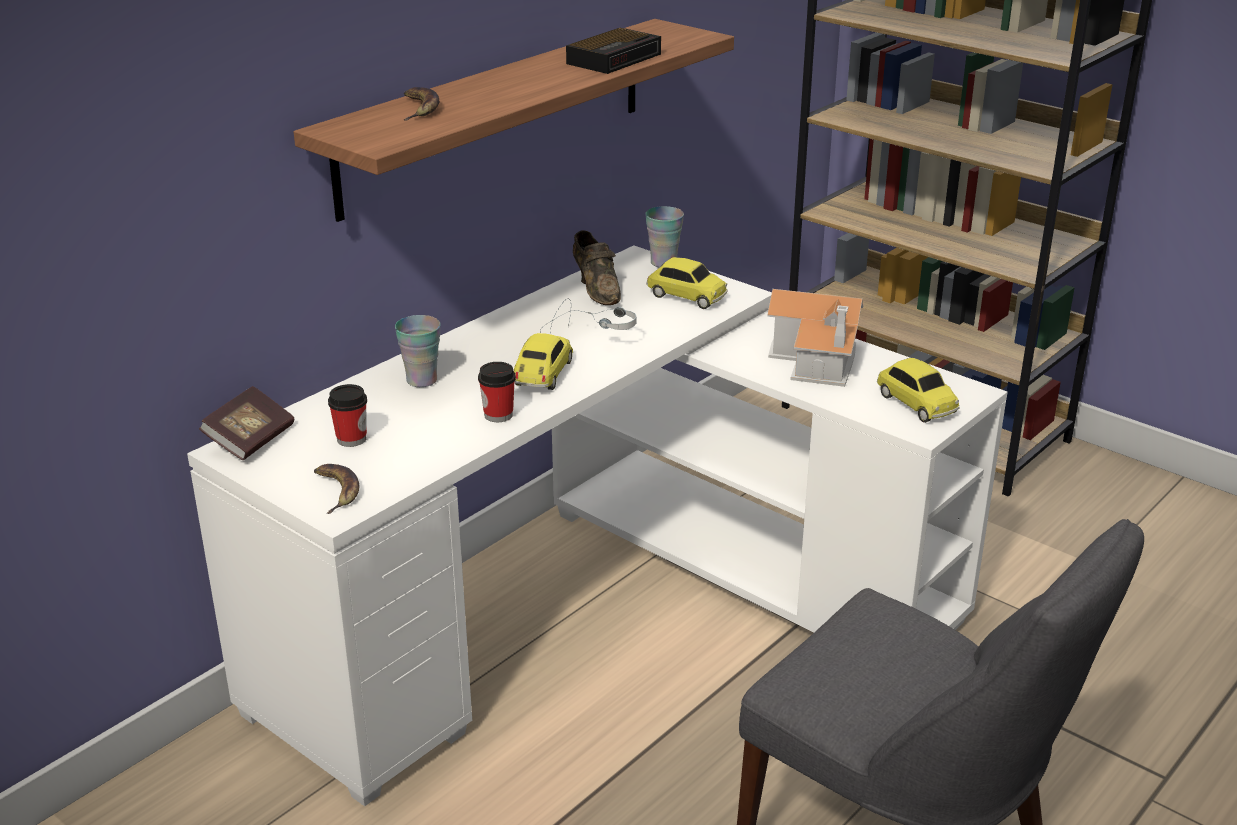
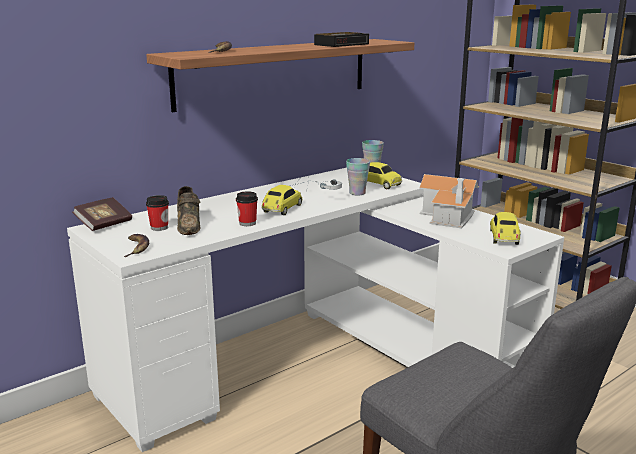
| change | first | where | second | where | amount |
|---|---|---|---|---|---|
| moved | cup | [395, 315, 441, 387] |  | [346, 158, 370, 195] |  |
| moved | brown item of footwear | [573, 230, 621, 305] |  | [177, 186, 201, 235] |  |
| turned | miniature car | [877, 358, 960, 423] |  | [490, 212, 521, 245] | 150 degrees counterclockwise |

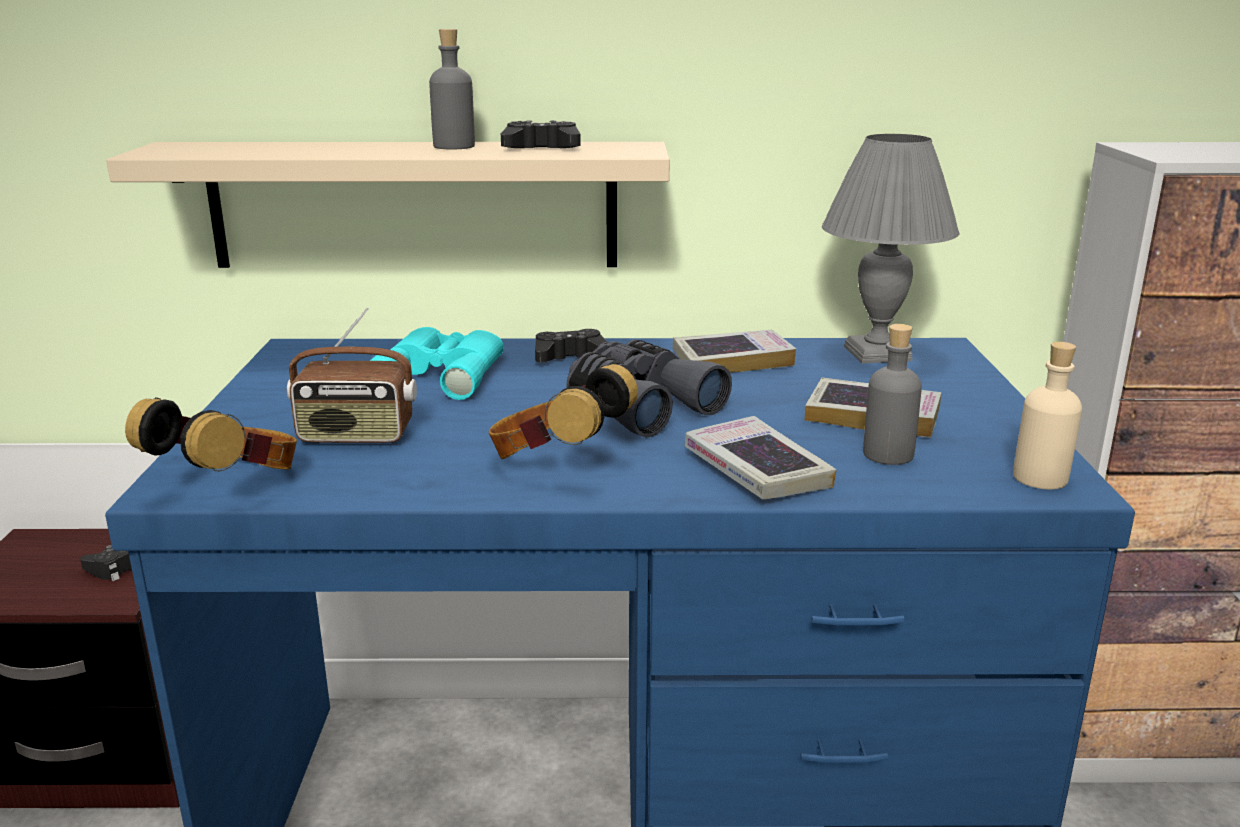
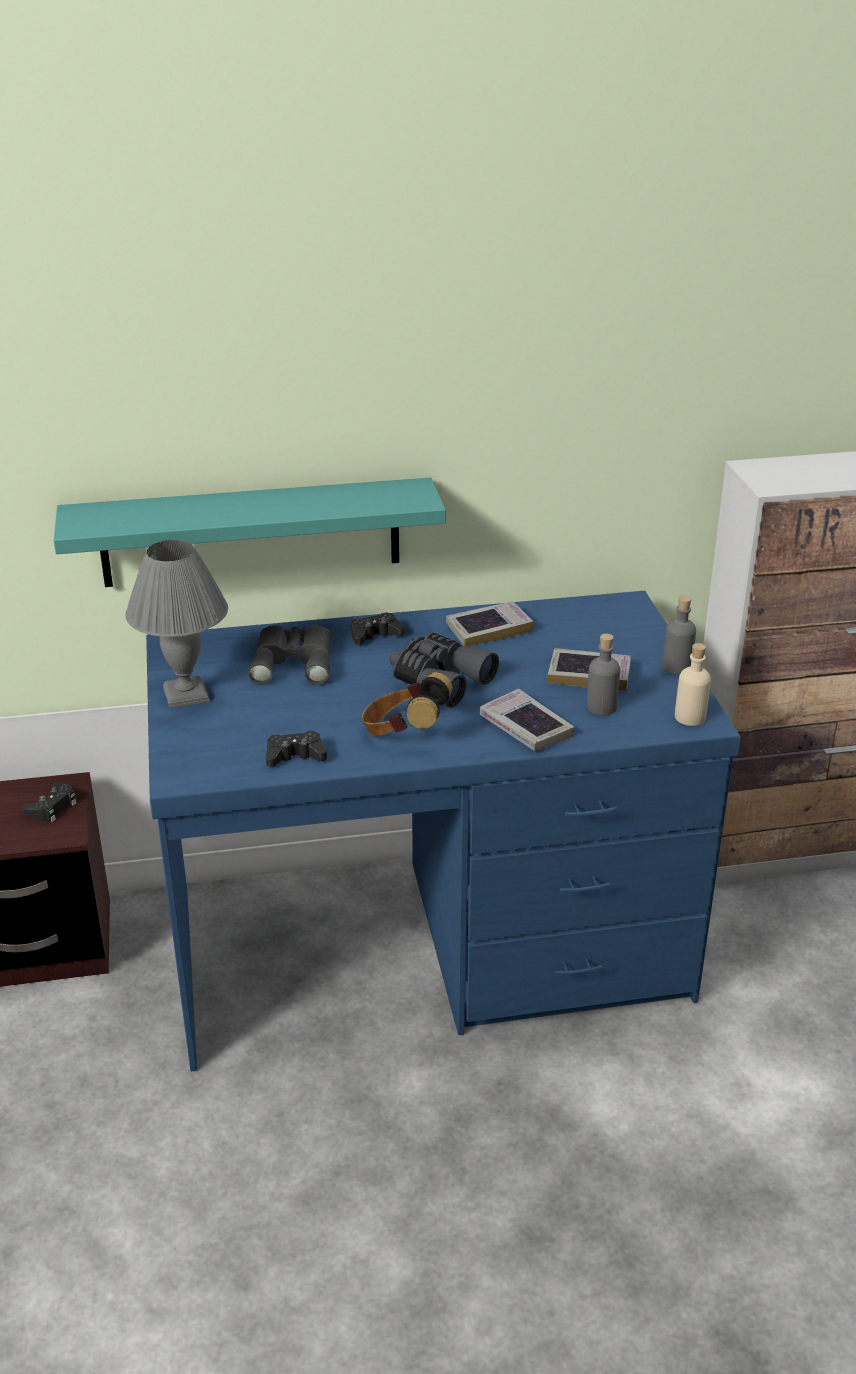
| change | first | where | second | where | amount |
|---|---|---|---|---|---|
| recoloured | sand-coloured shelf | [106, 142, 670, 268] | blue-green shelf | [54, 477, 446, 587] |  |
| removed | pair of headphones | [125, 397, 297, 471] |  |  |  |
| removed | radio | [287, 307, 417, 443] |  |  |  |
| recoloured | blue-green binoculars | [370, 327, 504, 400] | greyish binoculars | [248, 625, 331, 685] |  |
| moved | greyish beverage bottle | [429, 29, 475, 149] |  | [662, 596, 696, 675] |  |
| moved | black-coloured game controller | [501, 120, 581, 148] |  | [266, 731, 327, 767] |  |
| moved | greyish tabletop lamp | [822, 134, 960, 364] |  | [125, 540, 228, 709] |  |

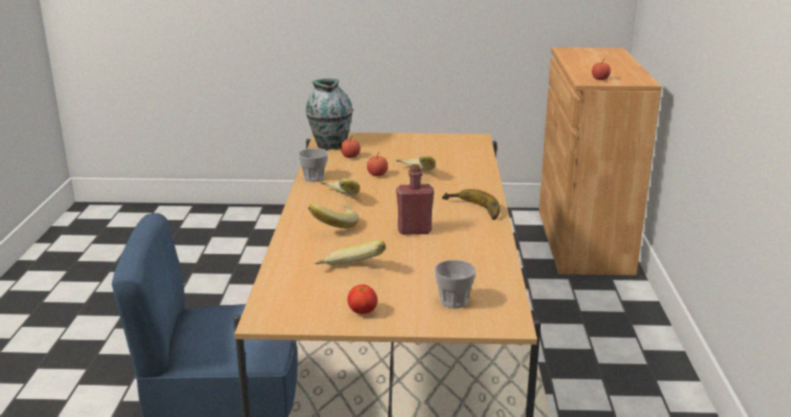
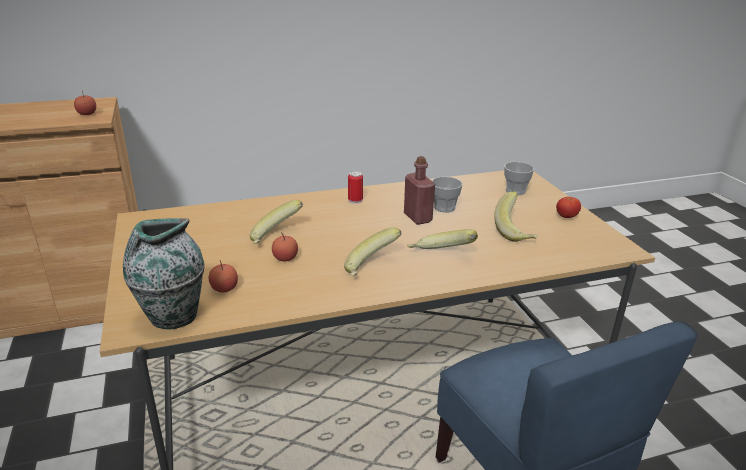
| change | first | where | second | where | amount |
|---|---|---|---|---|---|
| moved | cup | [298, 148, 328, 182] |  | [432, 177, 463, 213] |  |
| replaced | whole banana | [442, 189, 500, 220] | can | [348, 171, 363, 204] |  |

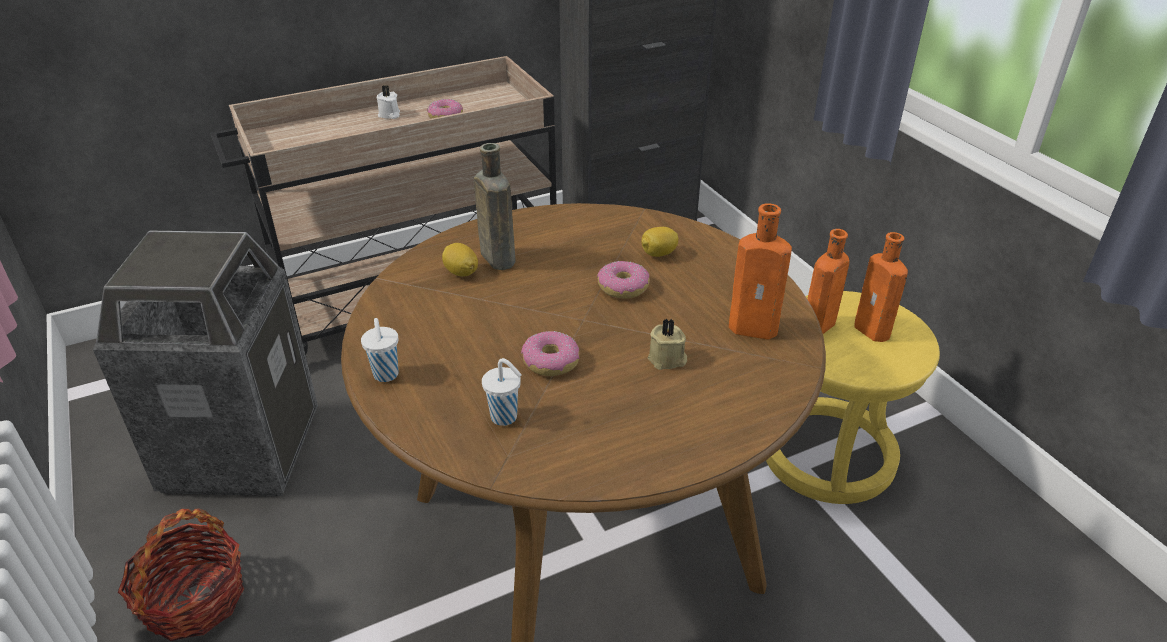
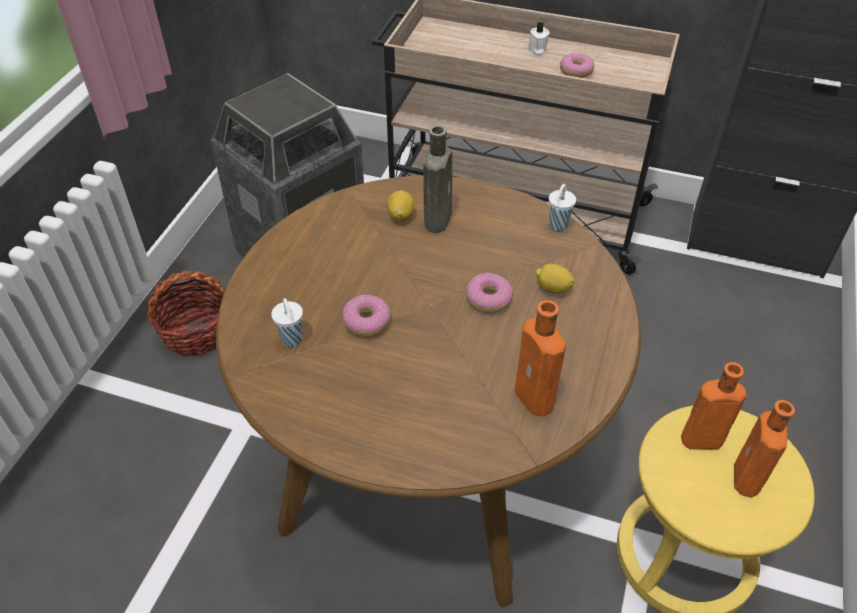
| change | first | where | second | where | amount |
|---|---|---|---|---|---|
| moved | white-coloured cup | [361, 318, 399, 382] |  | [549, 184, 576, 231] |  |
| removed | sand-coloured wax candle | [648, 318, 687, 370] |  |  |  |

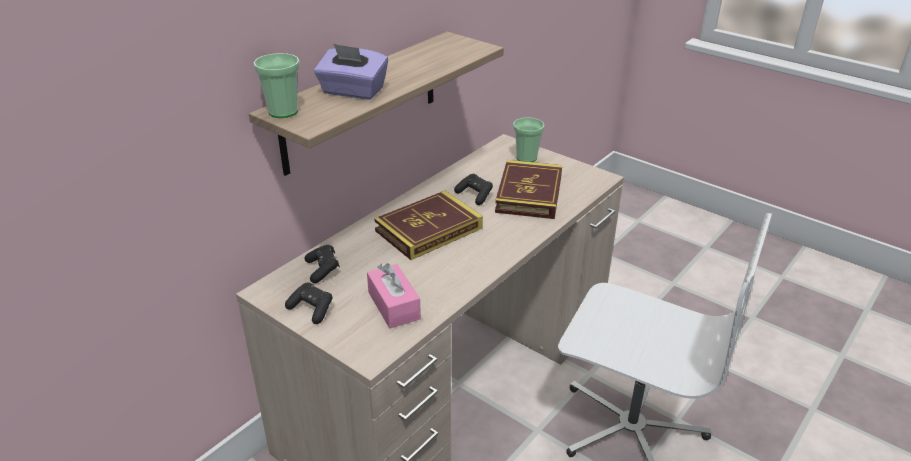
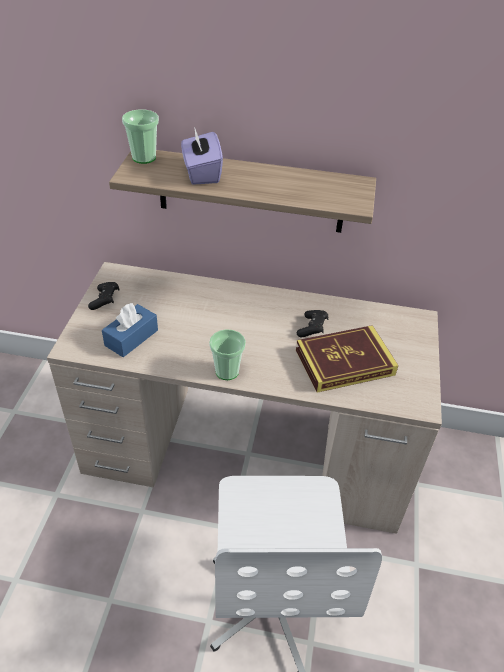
| change | first | where | second | where | amount |
|---|---|---|---|---|---|
| removed | black-coloured game controller | [304, 245, 340, 283] |  |  |  |
| recoloured | pink-coloured tissue box | [367, 263, 421, 328] | bluish tissue box | [102, 303, 158, 357] |  |
| removed | bound book | [374, 191, 483, 260] |  |  |  |
| moved | cup | [513, 117, 545, 162] |  | [209, 329, 246, 380] |  |

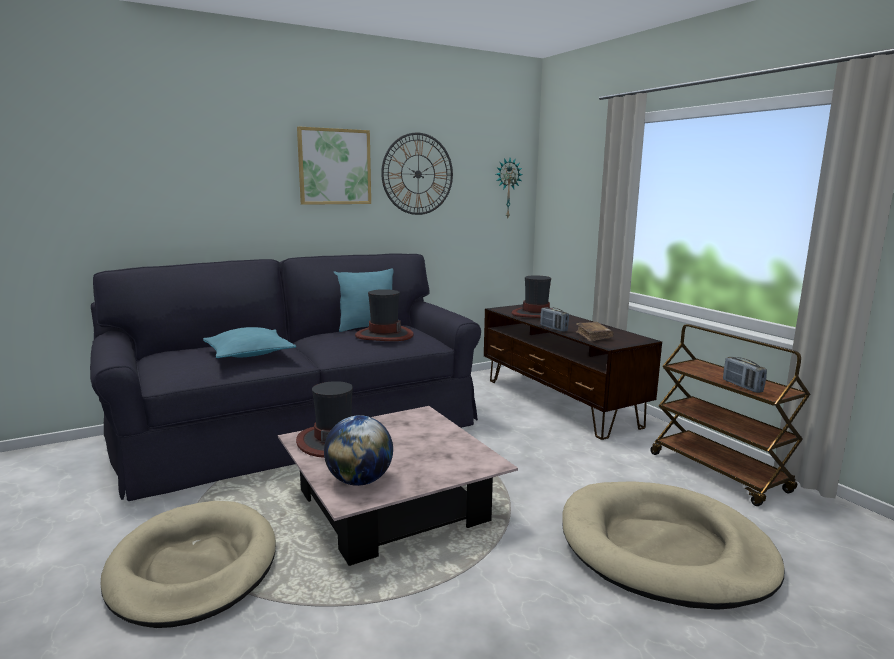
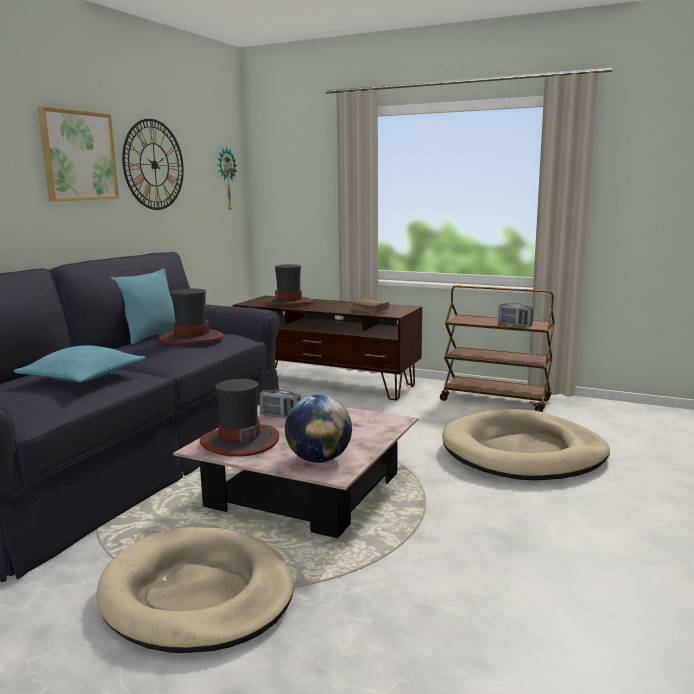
| change | first | where | second | where | amount |
|---|---|---|---|---|---|
| moved | radio | [540, 307, 569, 332] |  | [260, 389, 301, 418] |  |

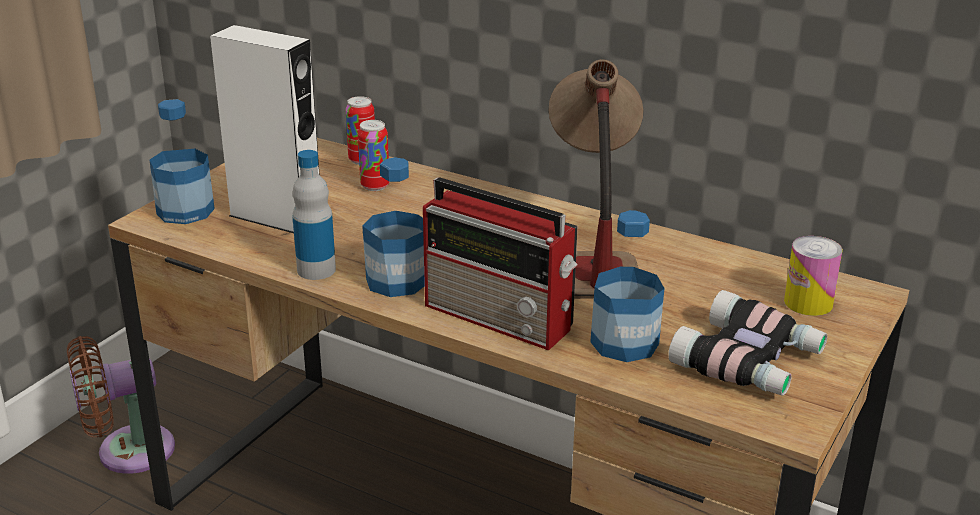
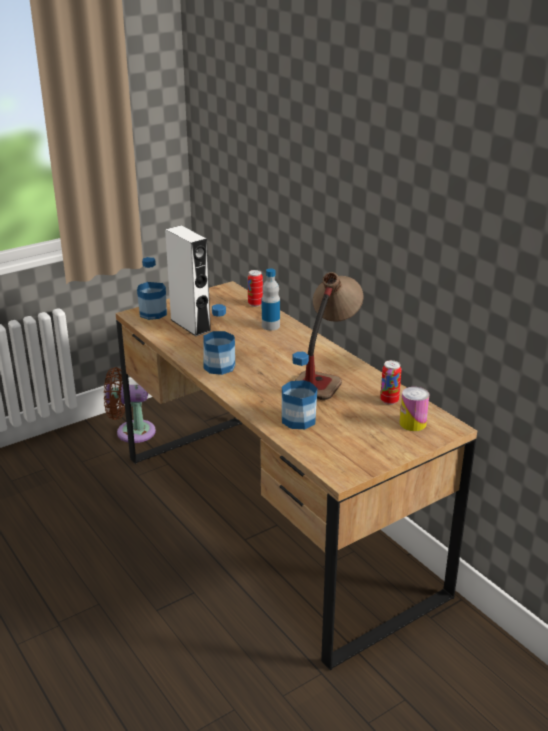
| change | first | where | second | where | amount |
|---|---|---|---|---|---|
| moved | beverage bottle | [292, 150, 336, 280] |  | [262, 269, 280, 330] |  |
| moved | can | [358, 120, 389, 191] |  | [380, 360, 401, 405] |  |
| removed | radio | [423, 177, 578, 351] |  |  |  |
| removed | binoculars | [668, 290, 827, 395] |  |  |  |

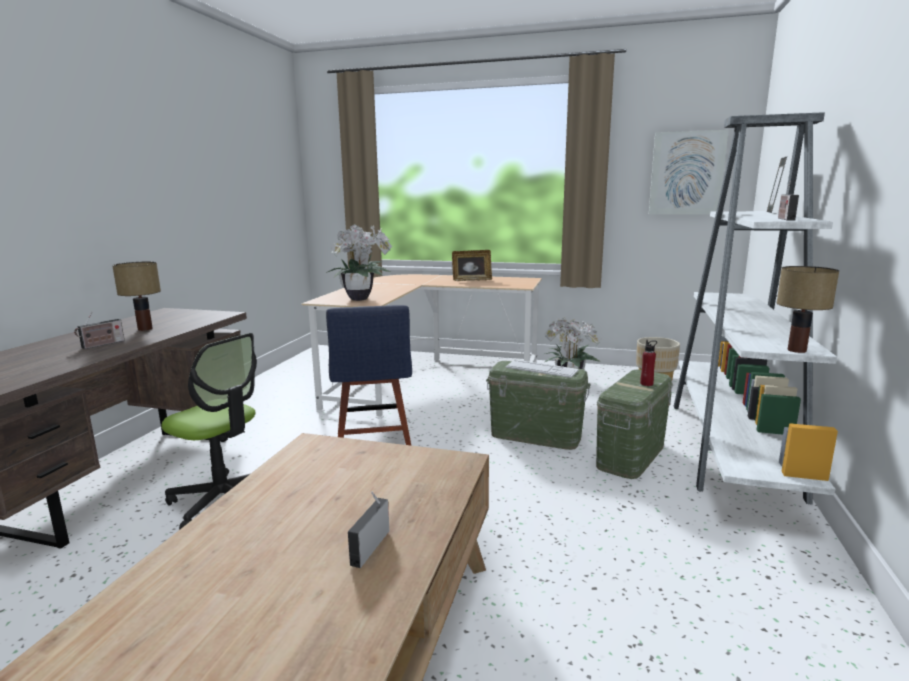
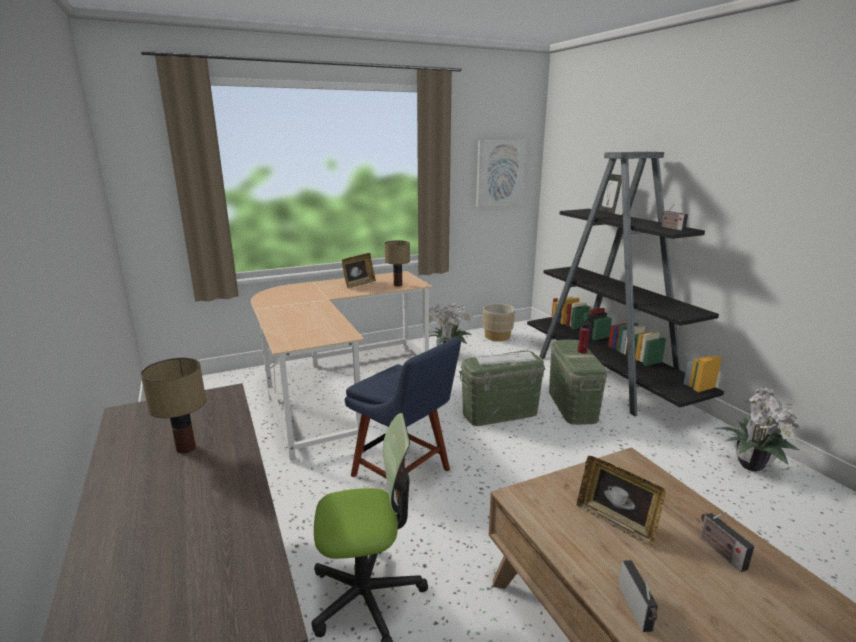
| change | first | where | second | where | amount |
|---|---|---|---|---|---|
| moved | radio | [74, 312, 125, 349] |  | [618, 560, 658, 632] |  |
| moved | plant in a pot | [326, 224, 392, 301] |  | [716, 387, 799, 472] |  |
| recoloured | white-coloured bookcase | [674, 112, 838, 505] | black-coloured bookcase | [527, 152, 724, 416] |  |
| moved | tabletop lamp | [777, 266, 839, 353] |  | [385, 240, 410, 286] |  |
| added |  |  | picture frame | [577, 456, 666, 548] |  |

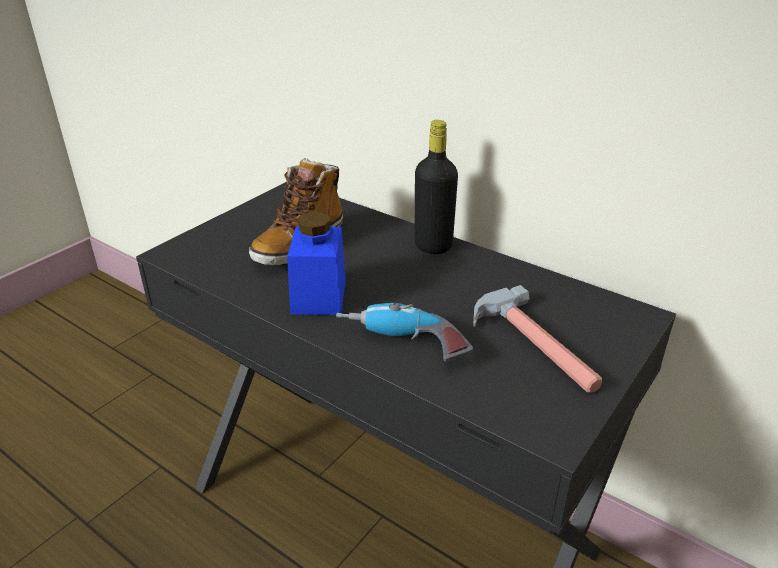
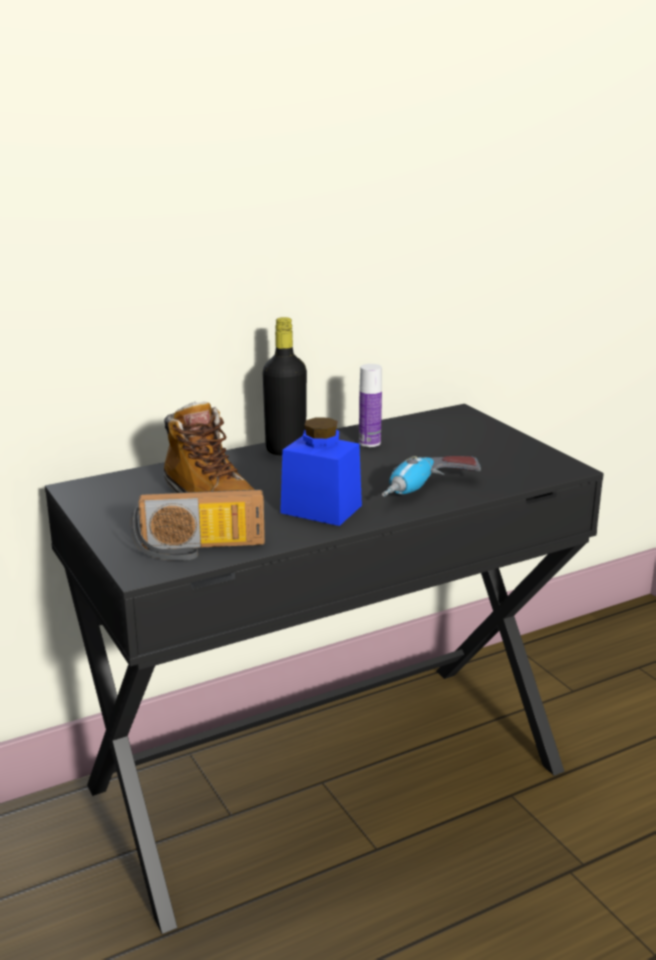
| change | first | where | second | where | amount |
|---|---|---|---|---|---|
| removed | hammer | [473, 285, 602, 392] |  |  |  |
| added |  |  | radio | [130, 489, 265, 561] |  |
| added |  |  | beverage bottle | [359, 364, 382, 447] |  |

